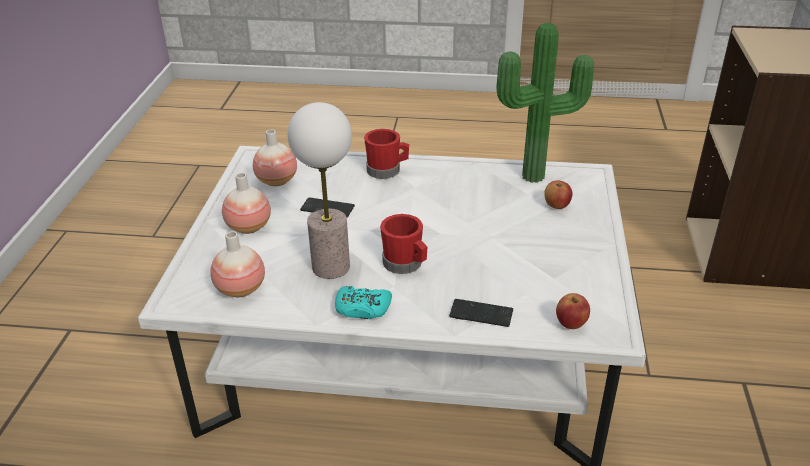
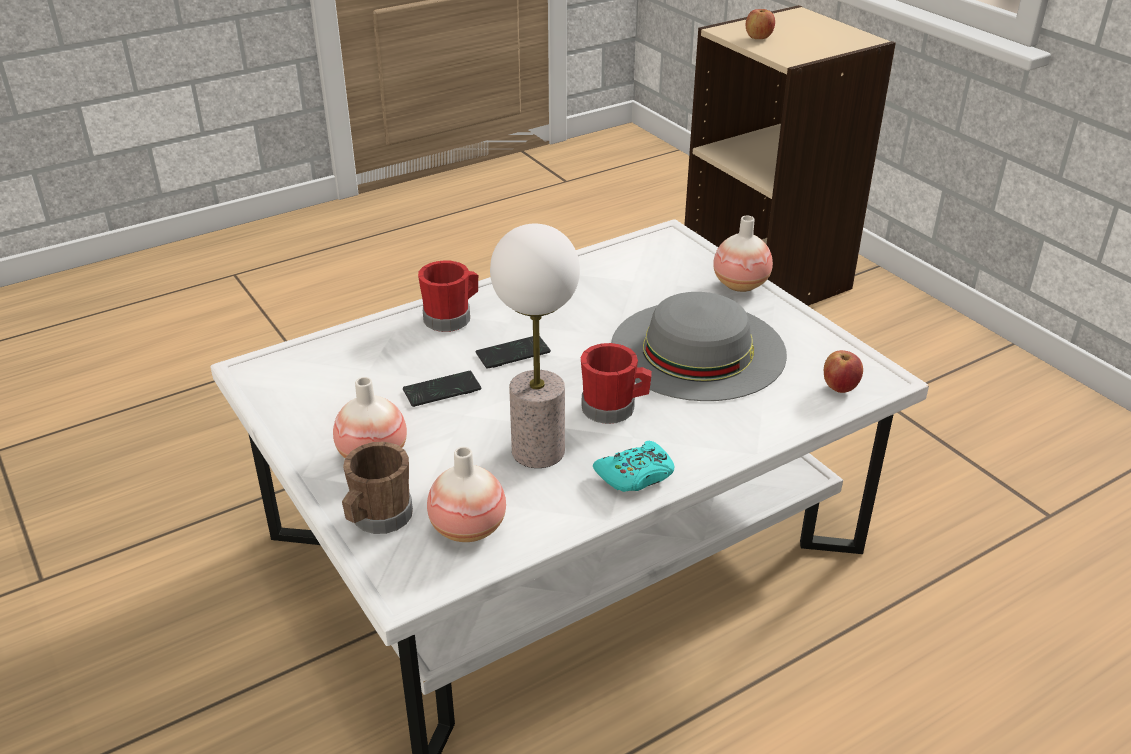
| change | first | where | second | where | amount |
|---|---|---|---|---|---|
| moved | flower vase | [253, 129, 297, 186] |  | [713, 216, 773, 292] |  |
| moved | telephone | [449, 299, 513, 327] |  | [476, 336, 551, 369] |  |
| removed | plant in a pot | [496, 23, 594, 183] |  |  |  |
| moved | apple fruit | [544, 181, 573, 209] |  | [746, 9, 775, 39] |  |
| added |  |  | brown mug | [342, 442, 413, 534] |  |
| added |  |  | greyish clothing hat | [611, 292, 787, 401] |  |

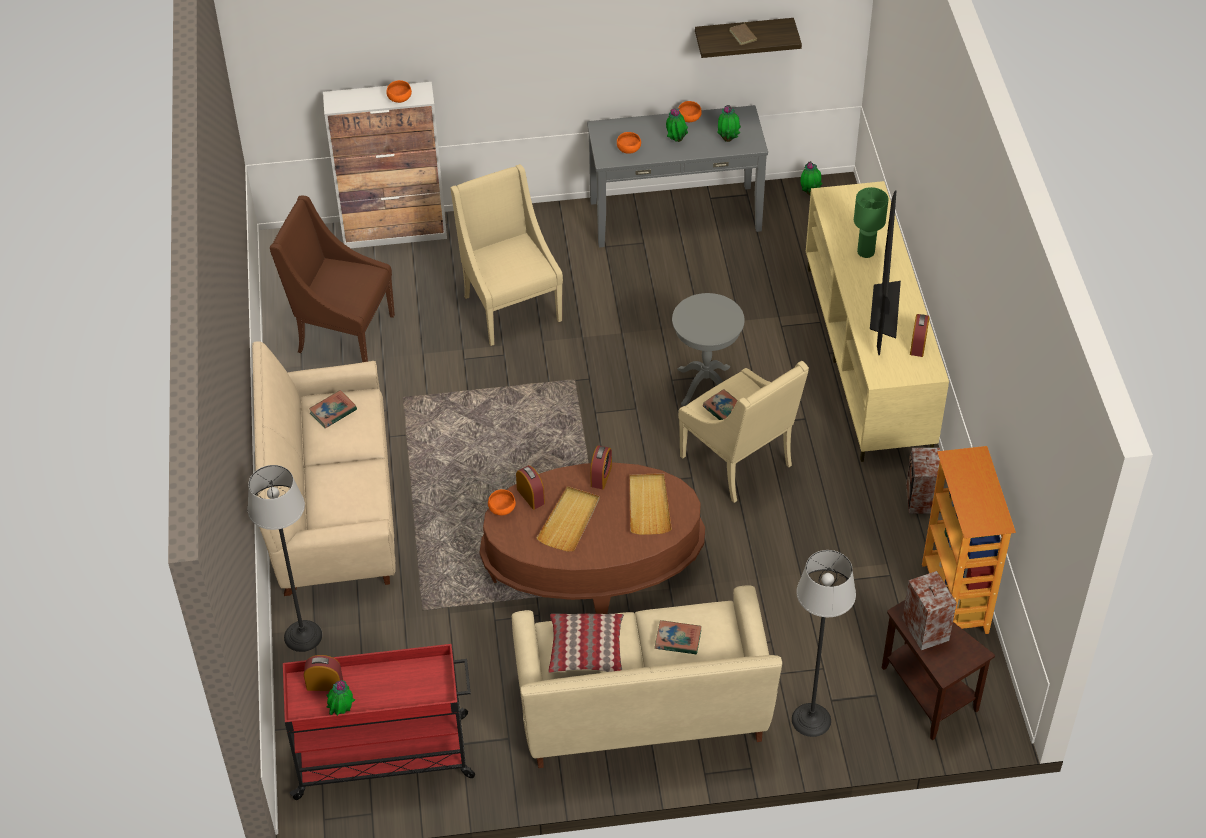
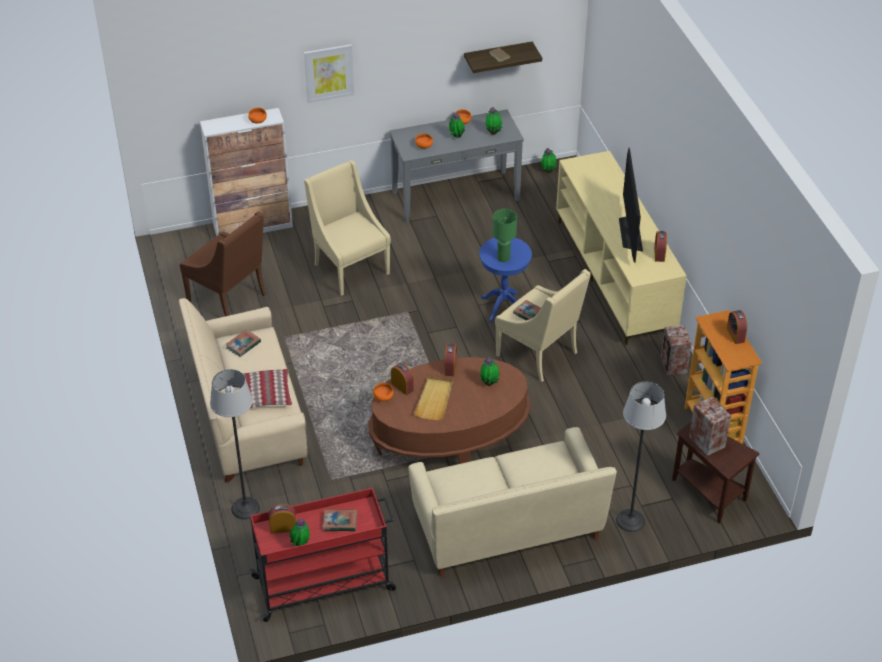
| change | first | where | second | where | amount |
|---|---|---|---|---|---|
| turned | brown lounge chair | [270, 196, 395, 362] |  | [180, 211, 266, 316] | 150 degrees counterclockwise |
| moved | cushion | [548, 614, 624, 673] |  | [243, 369, 292, 408] |  |
| replaced | sand-coloured carrying tray | [629, 473, 672, 535] | plant in a pot | [480, 357, 500, 386] |  |
| moved | bound book | [655, 620, 702, 654] |  | [323, 509, 357, 531] |  |
| recoloured | greyish end table | [672, 293, 745, 406] | bluish end table | [479, 238, 532, 322] |  |
| moved | green tabletop lamp | [854, 187, 889, 258] |  | [493, 209, 517, 262] |  |
| added |  |  | wall art | [304, 44, 354, 103] |  |
| added |  |  | table clock | [727, 310, 747, 344] |  |

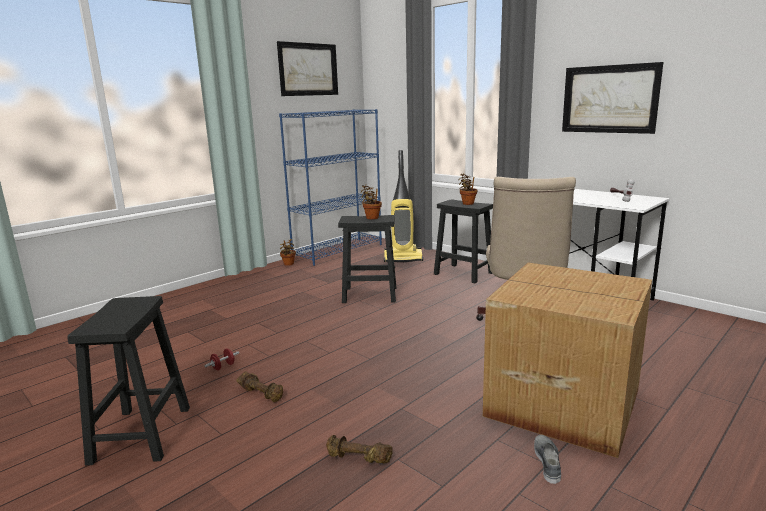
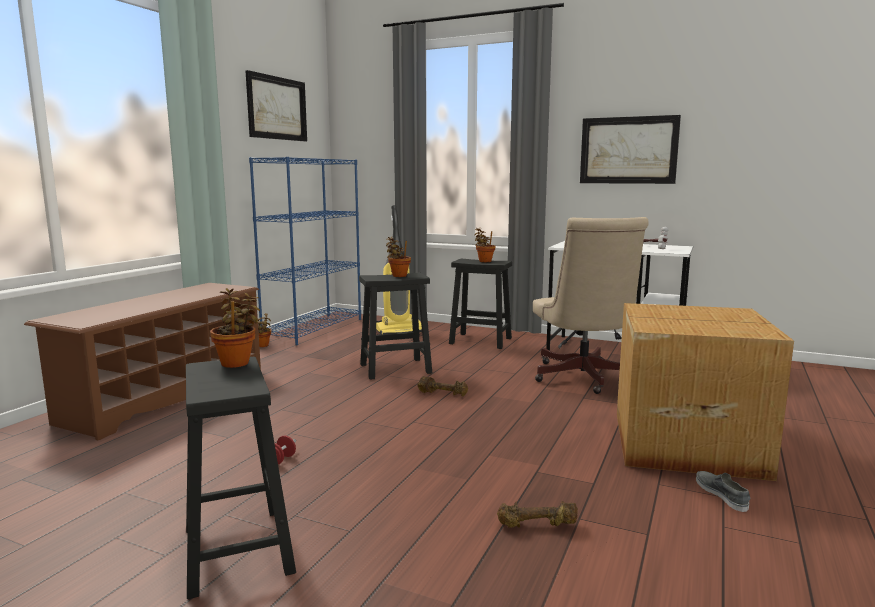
| change | first | where | second | where | amount |
|---|---|---|---|---|---|
| moved | brown dumbbell | [236, 371, 283, 402] |  | [418, 376, 468, 396] |  |
| added |  |  | brown shoe rack | [24, 283, 261, 440] |  |
| added |  |  | plant in a pot | [210, 288, 260, 368] |  |

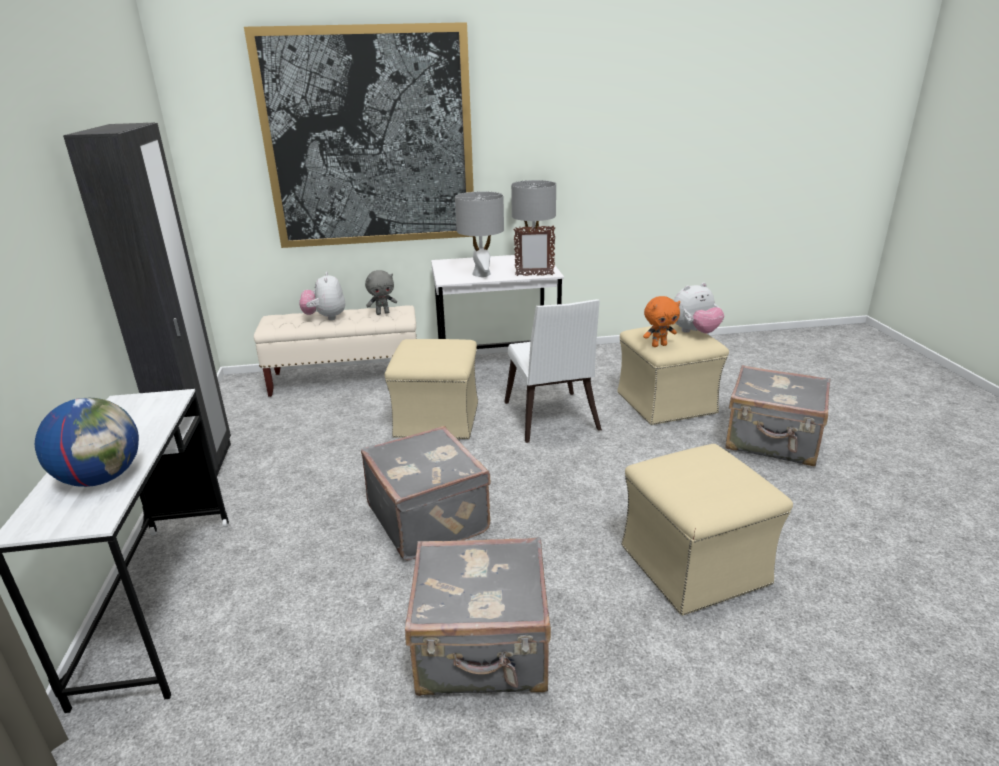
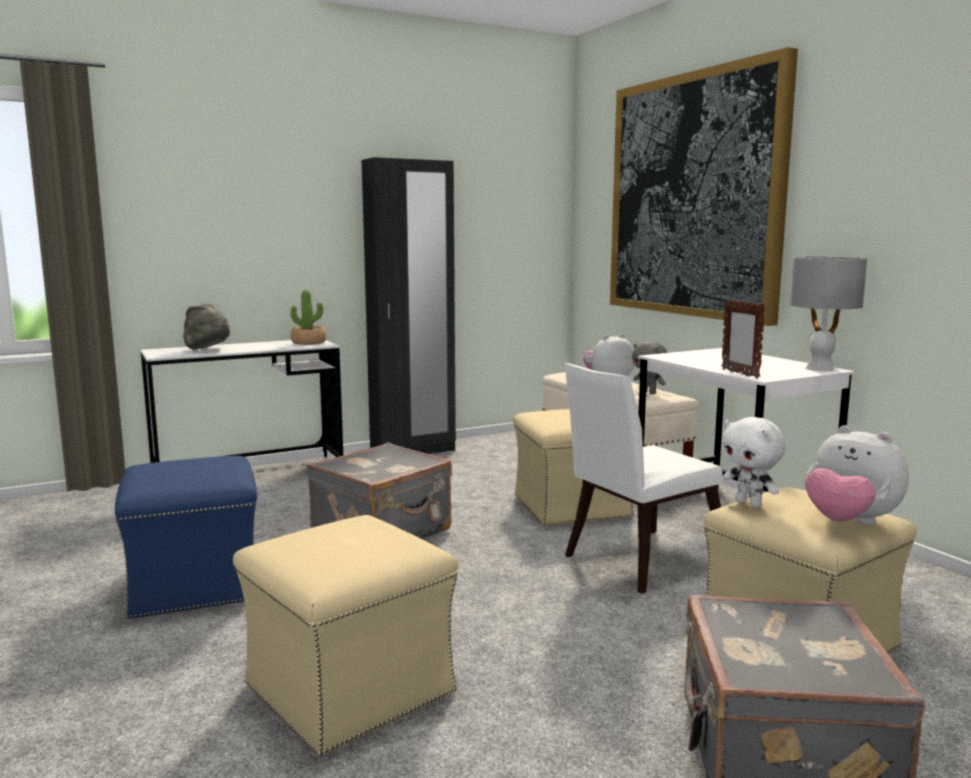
| change | first | where | second | where | amount |
|---|---|---|---|---|---|
| replaced | globe | [35, 398, 139, 487] | greyish clothing hat | [183, 304, 230, 349] |  |
| replaced | greyish suitcase | [405, 537, 551, 696] | bluish footrest | [115, 456, 257, 619] |  |
| removed | greyish tabletop lamp | [455, 191, 504, 277] |  |  |  |
| recoloured | orangey plush toy | [643, 296, 680, 347] | white-coloured plush toy | [722, 417, 786, 508] |  |
| added |  |  | plant in a pot | [290, 290, 327, 345] |  |

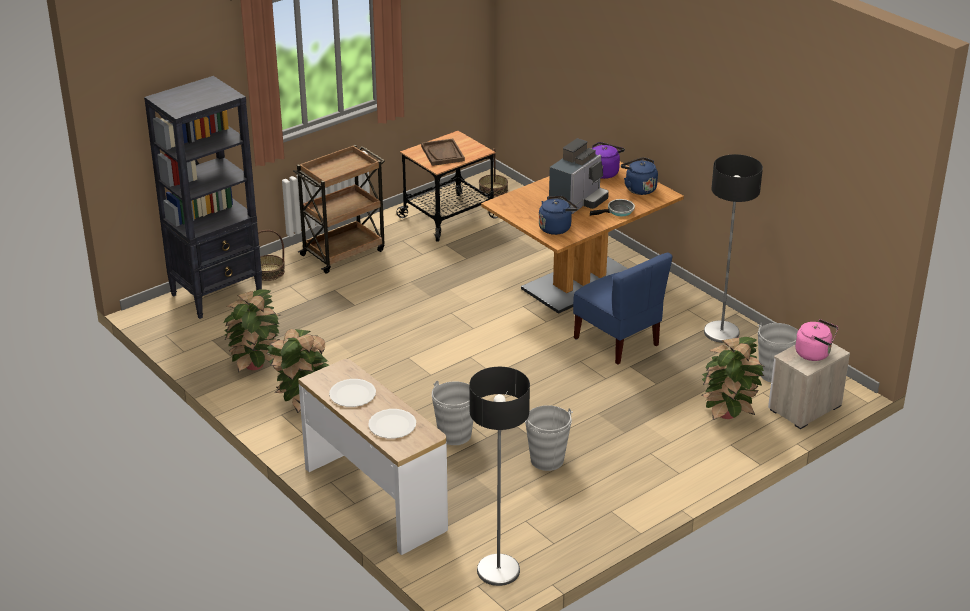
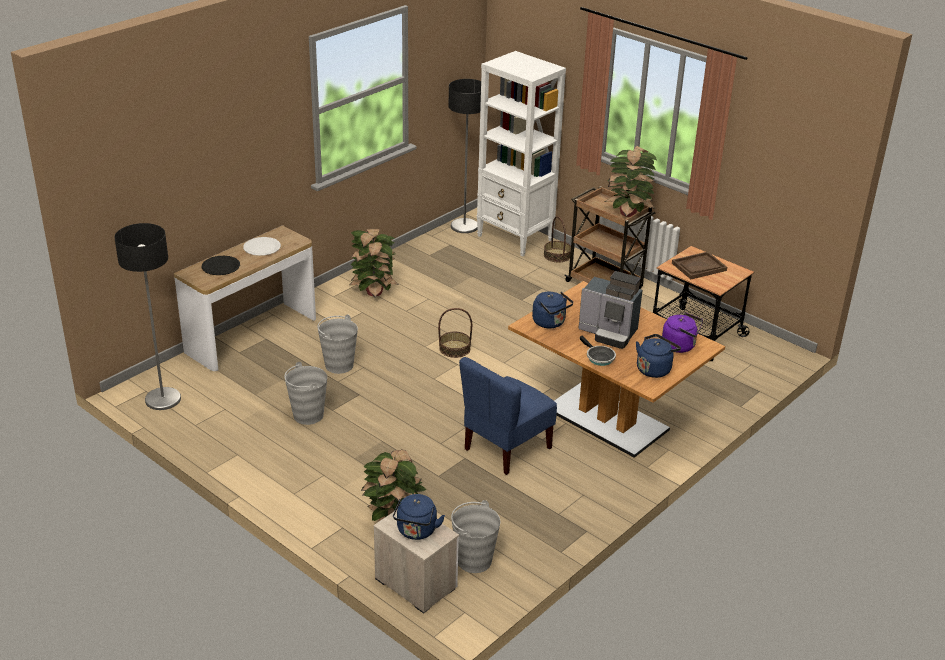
| change | first | where | second | where | amount |
|---|---|---|---|---|---|
| recoloured | black-coloured bookcase | [144, 76, 262, 319] | white-coloured bookcase | [477, 51, 566, 257] |  |
| moved | plant in a pot | [224, 289, 281, 372] |  | [604, 146, 657, 217] |  |
| recoloured | white-coloured flat dish | [368, 409, 416, 438] | black-coloured flat dish | [202, 256, 240, 275] |  |
| moved | household basket | [479, 148, 508, 197] |  | [438, 308, 472, 358] |  |
| moved | floor lamp | [704, 154, 763, 343] |  | [449, 79, 481, 233] |  |
| recoloured | pink-coloured kettle | [795, 319, 838, 361] | bluish kettle | [393, 494, 445, 540] |  |

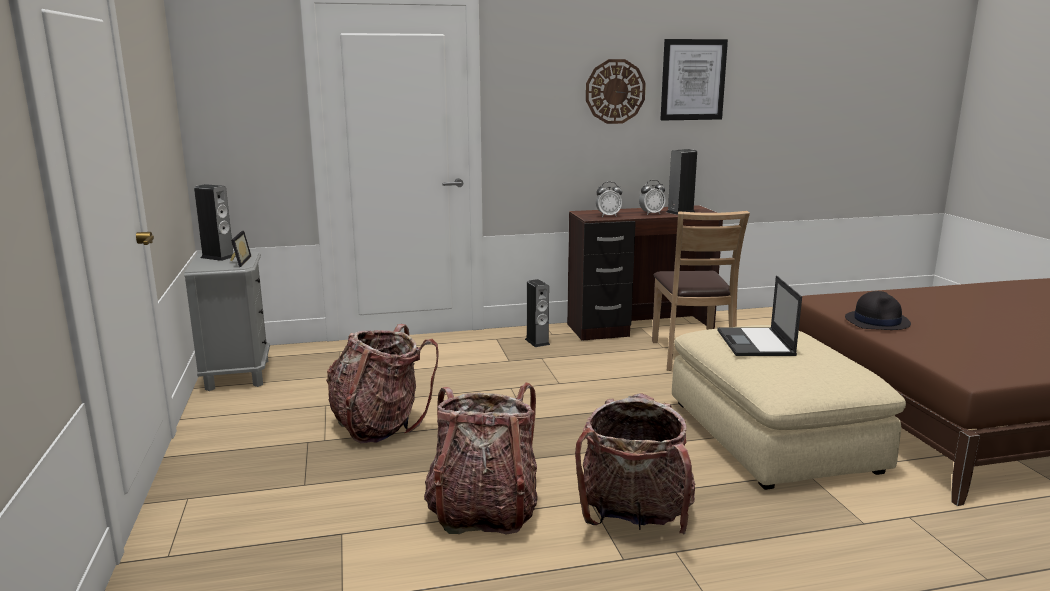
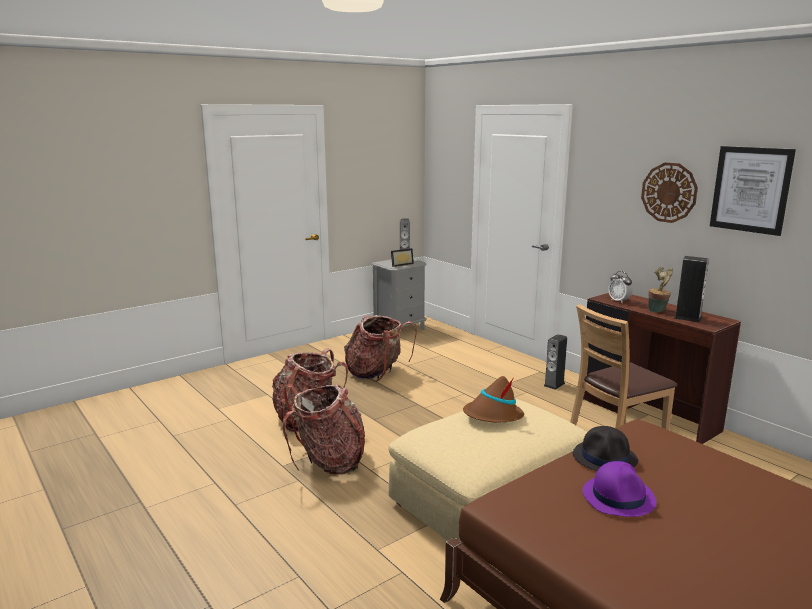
| change | first | where | second | where | amount |
|---|---|---|---|---|---|
| replaced | table clock | [639, 180, 666, 215] | plant in a pot | [648, 267, 673, 312] |  |
| replaced | laptop | [718, 276, 802, 356] | brown clothing hat | [463, 376, 524, 422] |  |
| added |  |  | purple-coloured clothing hat | [583, 461, 656, 517] |  |

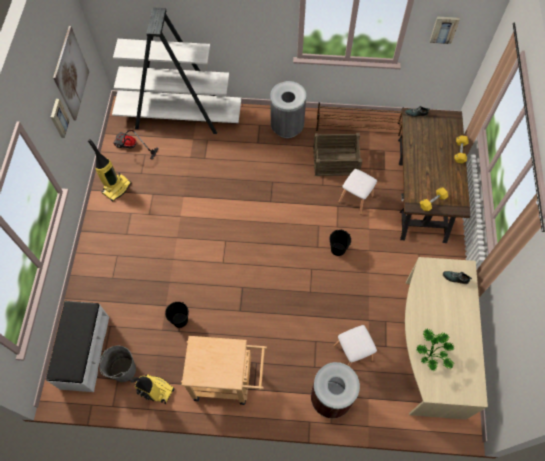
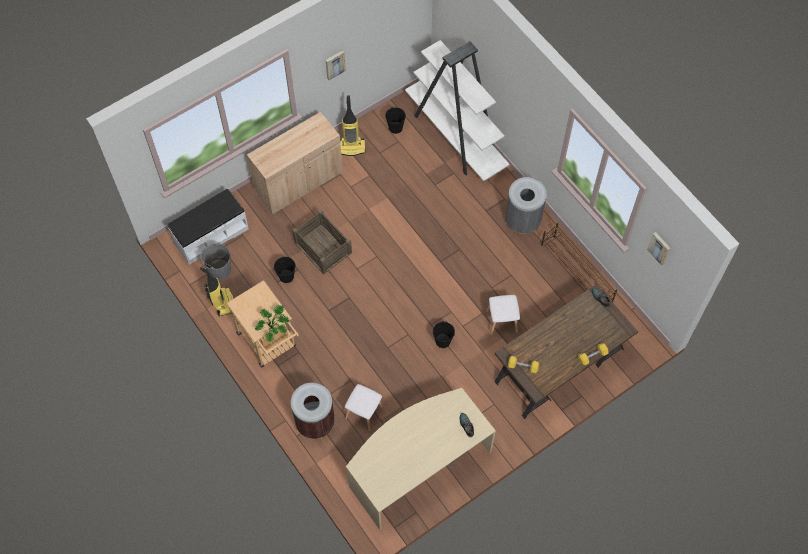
| change | first | where | second | where | amount |
|---|---|---|---|---|---|
| removed | wall art | [53, 26, 89, 121] |  |  |  |
| replaced | vacuum | [113, 130, 159, 160] | black-coloured pail | [385, 108, 406, 134] |  |
| moved | shipping crate | [313, 133, 362, 176] |  | [292, 210, 352, 274] |  |
| moved | plant in a pot | [416, 329, 454, 371] |  | [254, 305, 290, 342] |  |
| added |  |  | sand-coloured cupboard | [247, 112, 343, 214] |  |

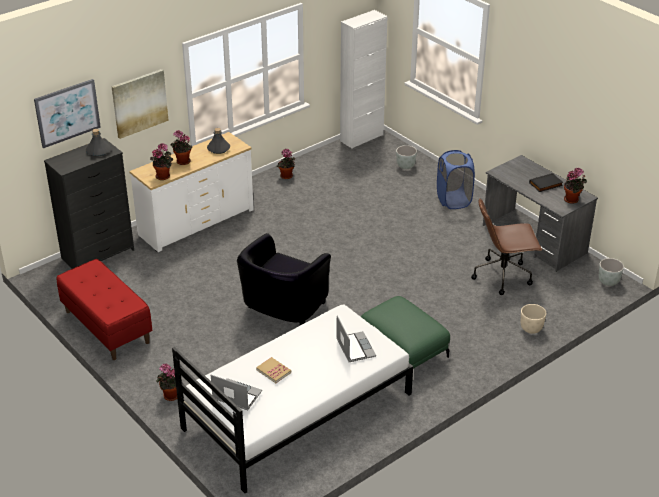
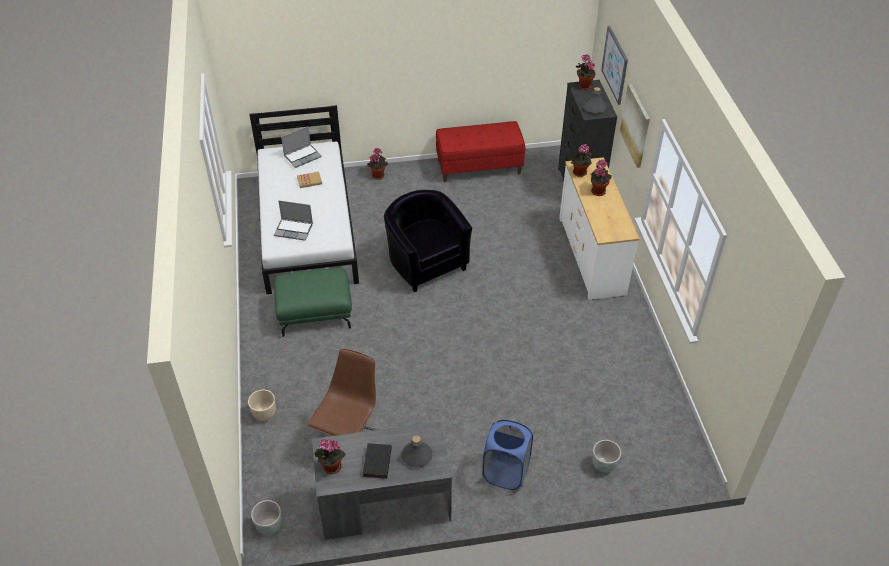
| change | first | where | second | where | amount |
|---|---|---|---|---|---|
| moved | greyish beverage bottle | [207, 128, 230, 154] |  | [402, 435, 433, 468] |  |
| moved | plant in a pot | [276, 149, 295, 179] |  | [576, 54, 595, 90] |  |
| removed | white-coloured cupboard | [340, 10, 388, 149] |  |  |  |

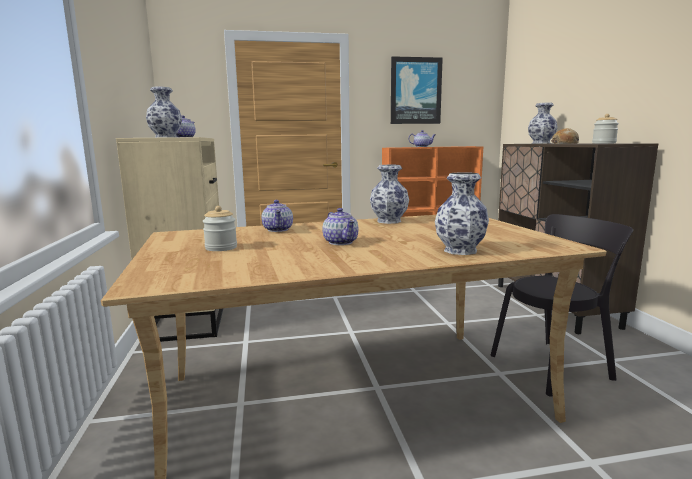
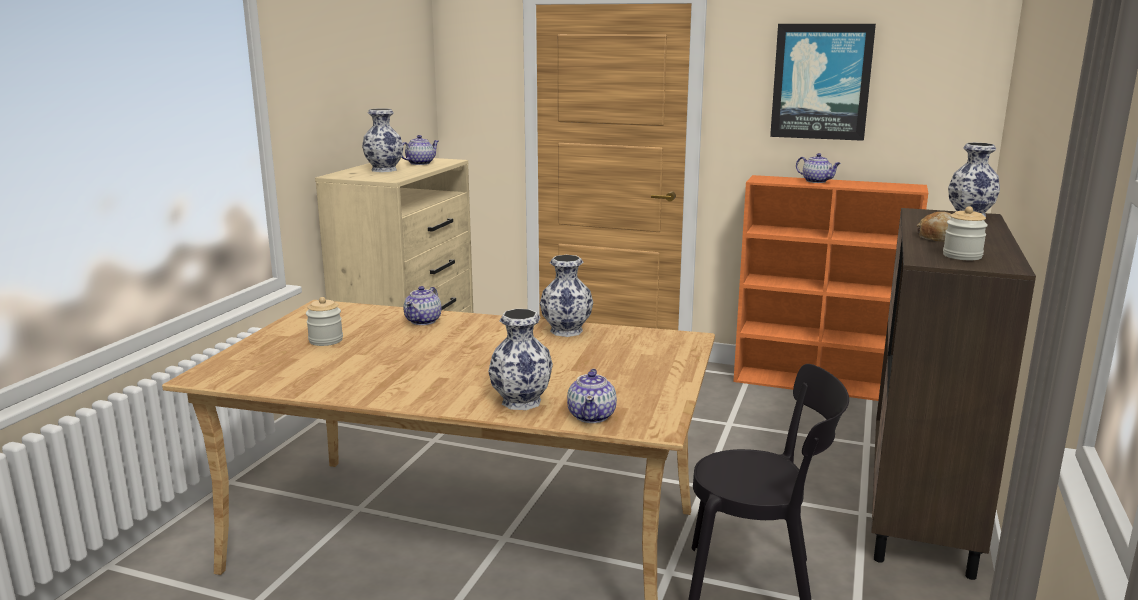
| change | first | where | second | where | amount |
|---|---|---|---|---|---|
| moved | tea pot | [322, 208, 359, 245] |  | [567, 369, 617, 423] |  |

